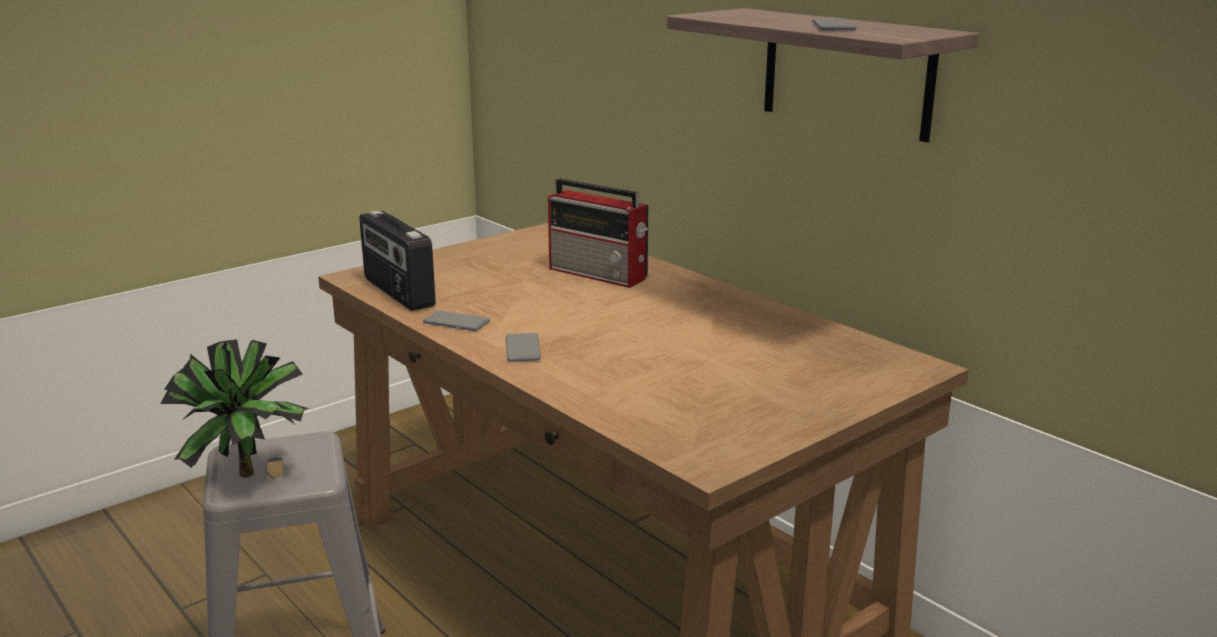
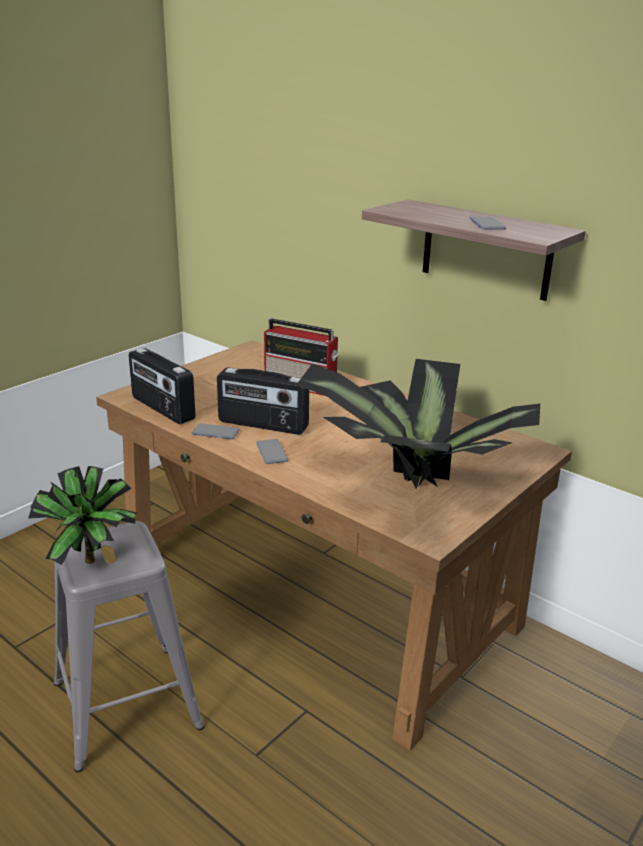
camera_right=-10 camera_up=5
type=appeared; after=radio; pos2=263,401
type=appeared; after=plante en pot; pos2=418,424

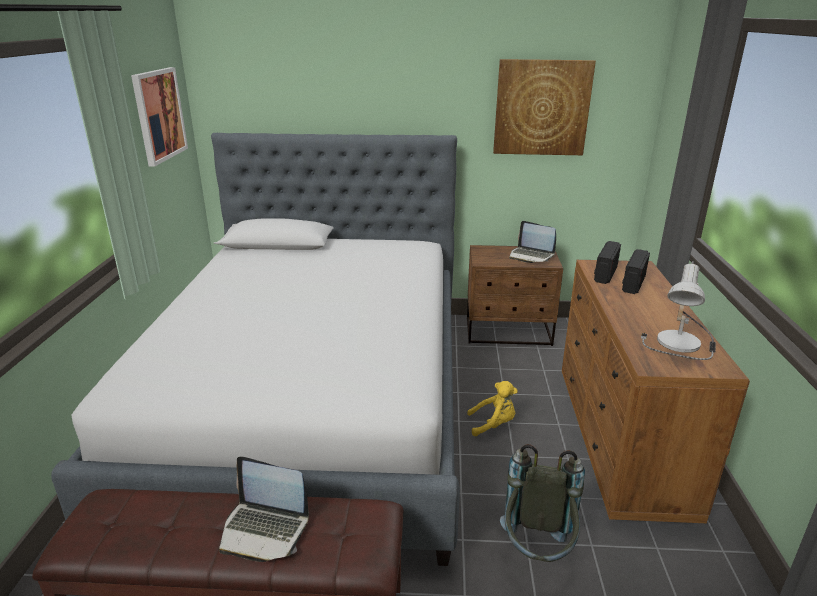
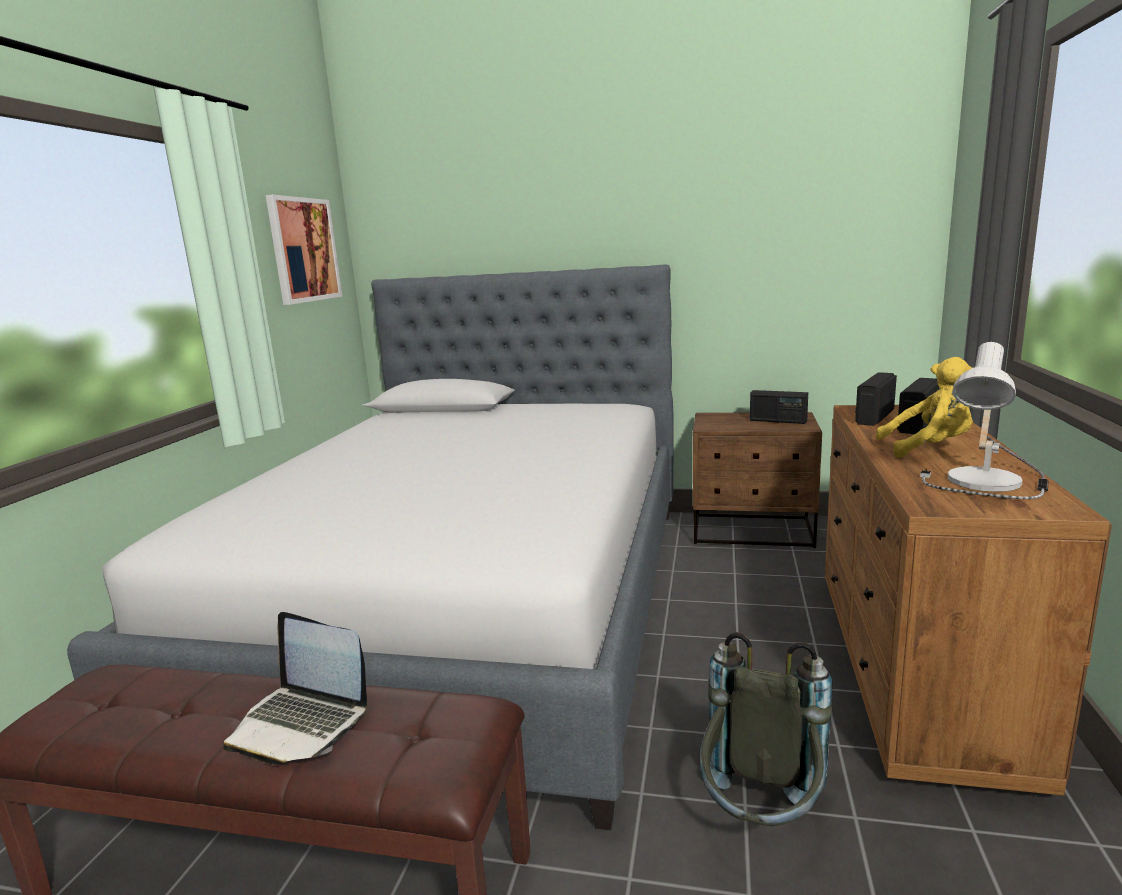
camera_right=10 camera_up=-10
type=exchanged; before=ordinateur portable; after=radio; pos1=532,242; pos2=779,407
type=relocated; before=peluche/jaune; pos1=492,409; pos2=924,407
type=missing; before=tableau; pos1=544,107

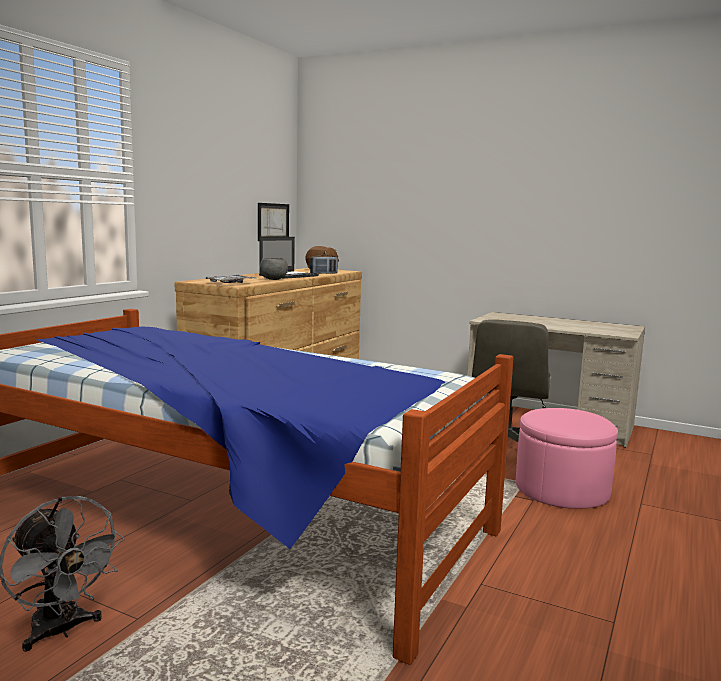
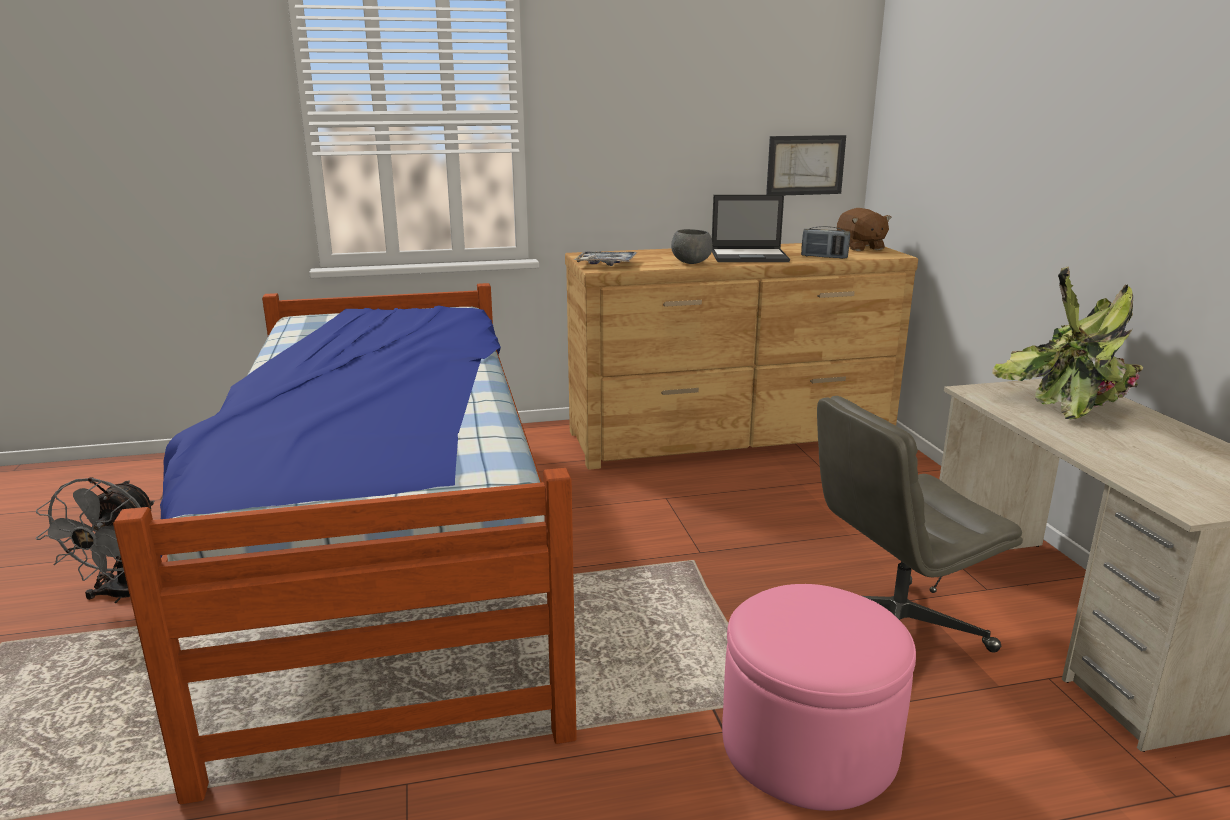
camera_right=50 camera_up=10
type=appeared; after=plante en pot; pos2=1067,343

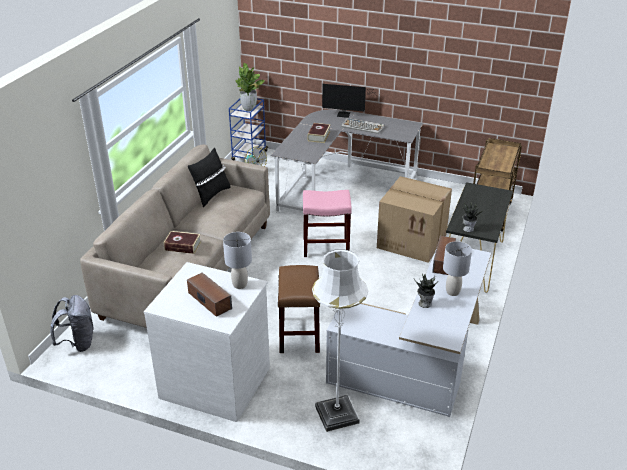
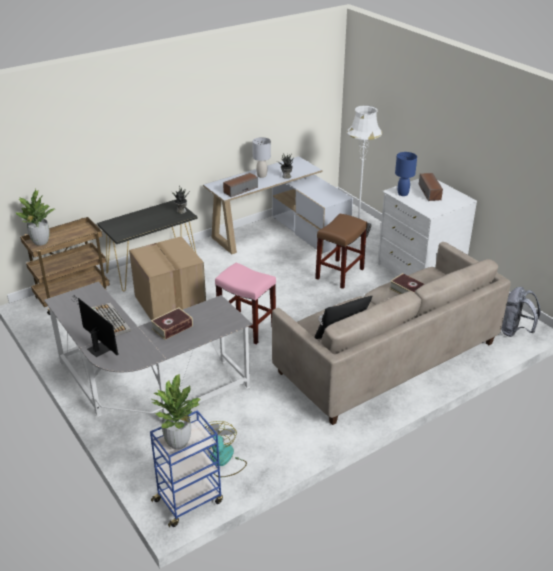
camera_right=-145 camera_up=0
type=appeared; after=plante en pot; pos2=35,217
type=colour; before=lampe de table/gris; after=lampe de table/bleu; pos1=237,260; pos2=406,174

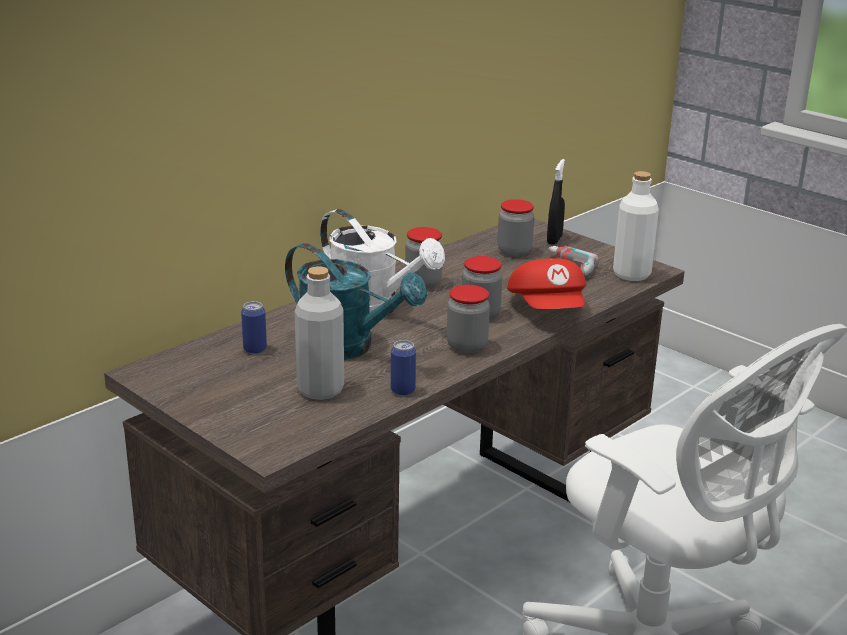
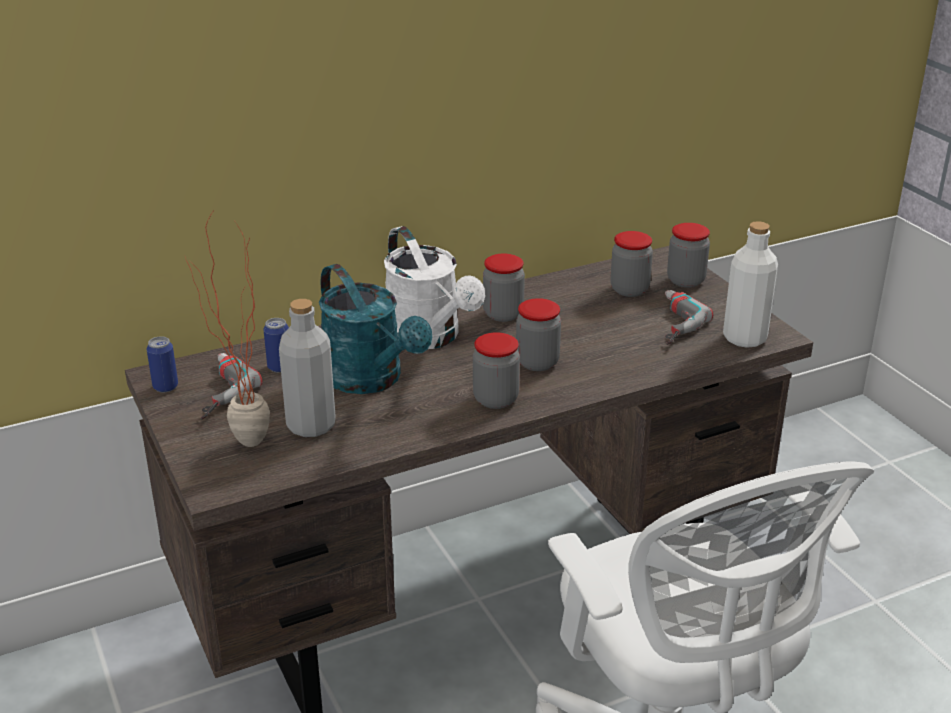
camera_right=20 camera_up=5
type=relocated; before=boîte métallique; pos1=403,368; pos2=162,364
type=appeared; after=plante en pot; pos2=227,329
type=appeared; after=perceuse; pos2=231,386
type=exchanged; before=vaporisateur/noir; after=bocal; pos1=556,202; pos2=688,255
type=missing; before=casquette/rouge; pos1=546,283

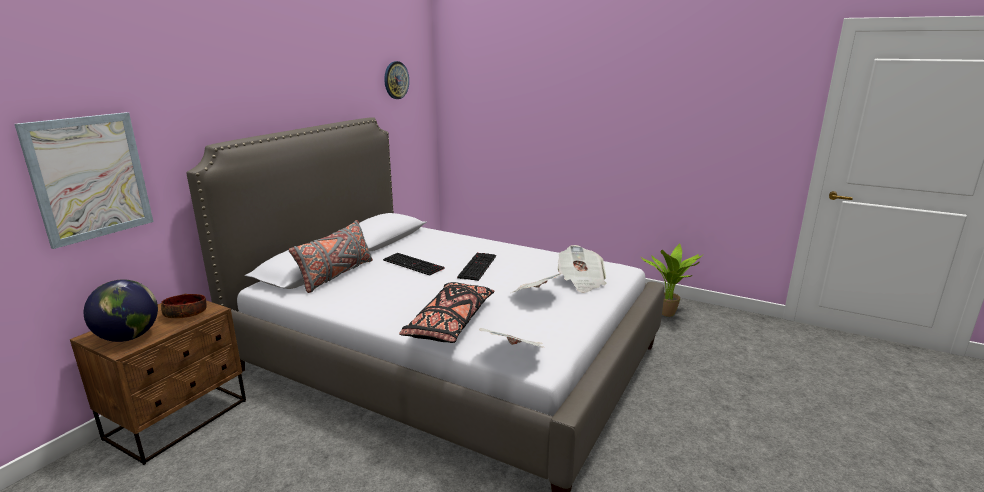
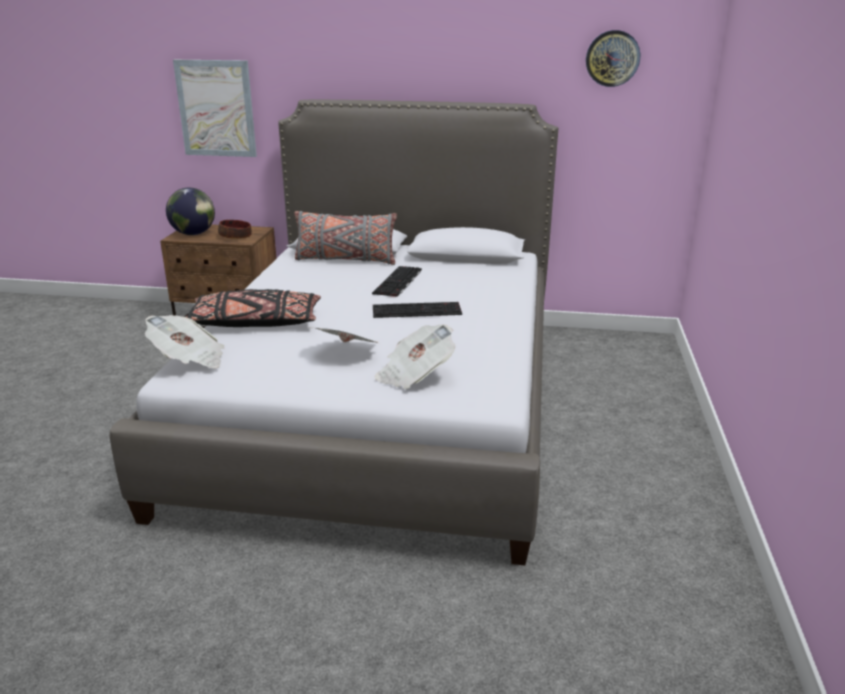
camera_right=70 camera_up=5
type=missing; before=plante en pot; pos1=672,280

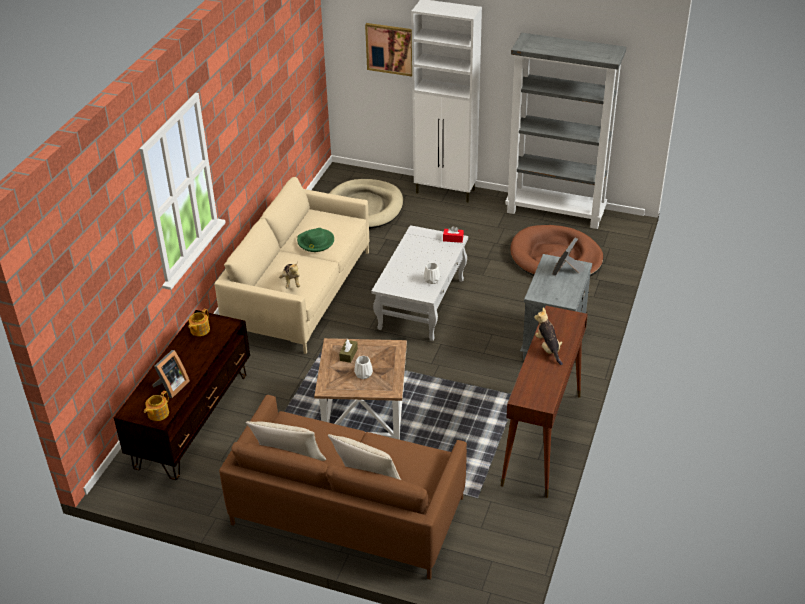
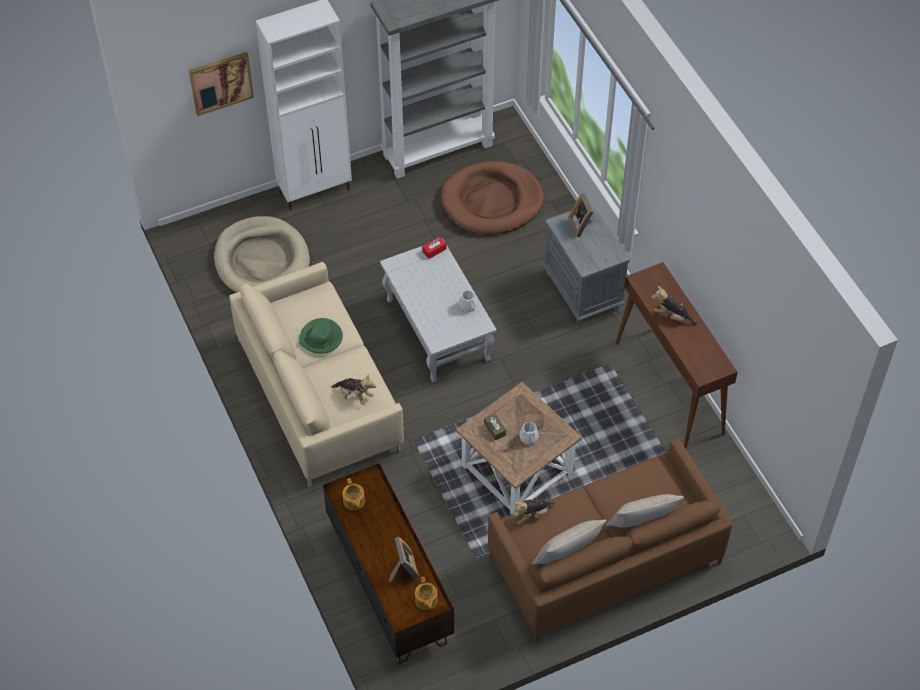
camera_right=-45 camera_up=15
type=appeared; after=peluche; pos2=534,512

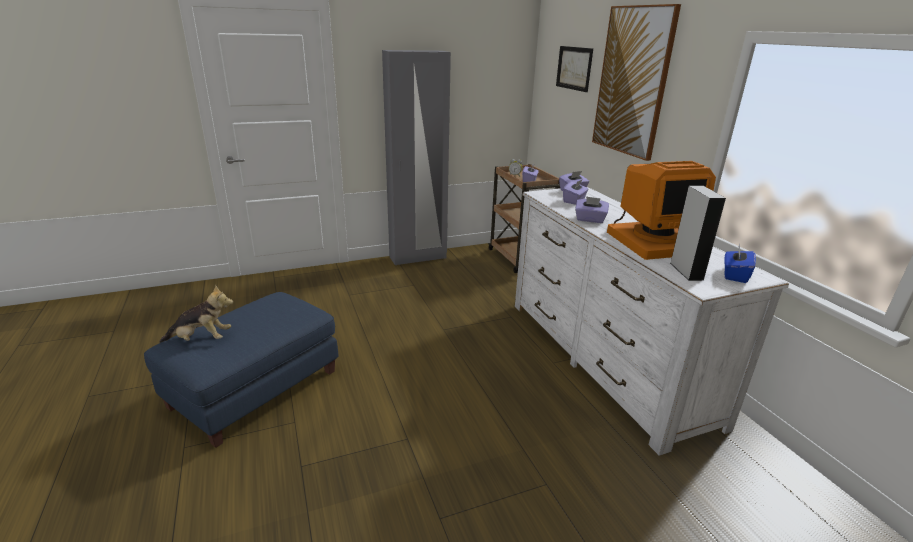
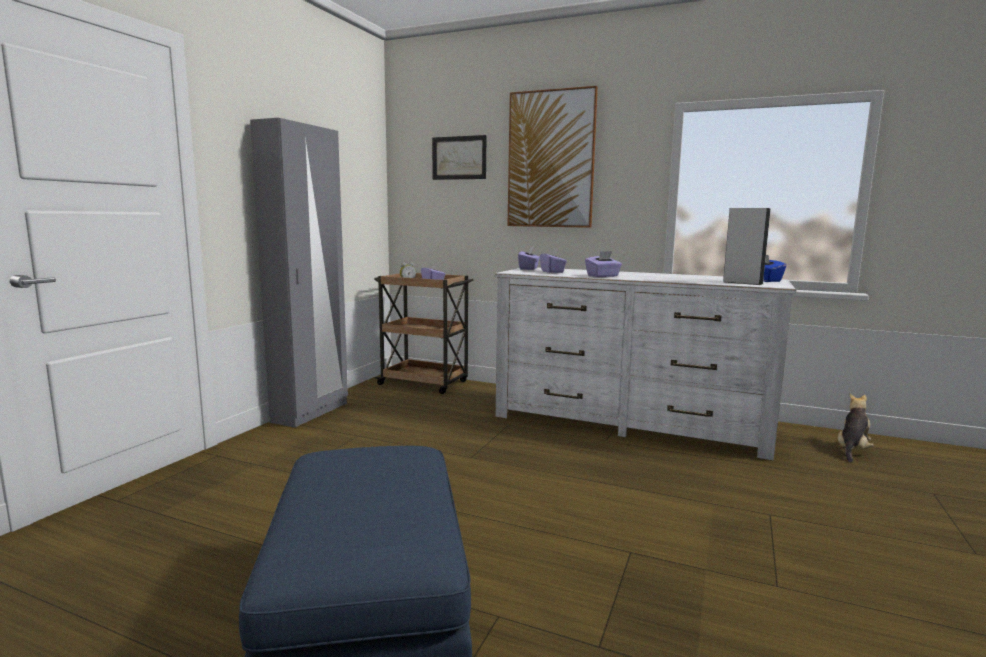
camera_right=-45 camera_up=-15
type=relocated; before=peluche; pos1=196,313; pos2=856,428
type=missing; before=écran d'ordinateur; pos1=661,210

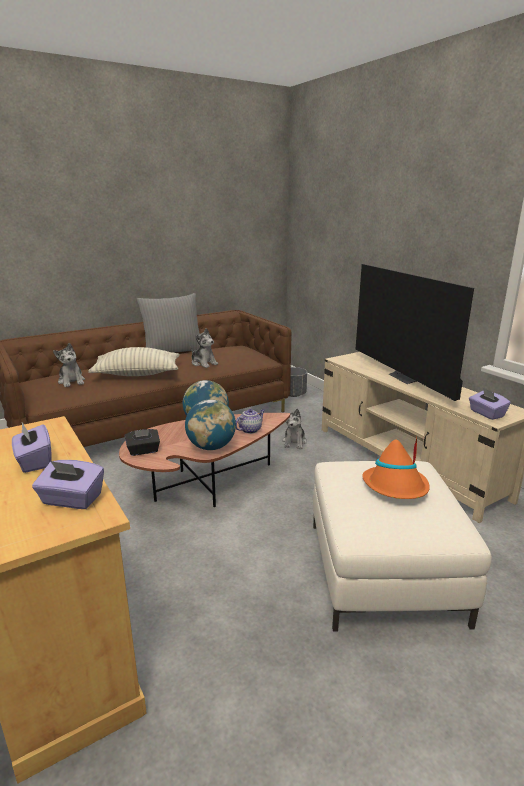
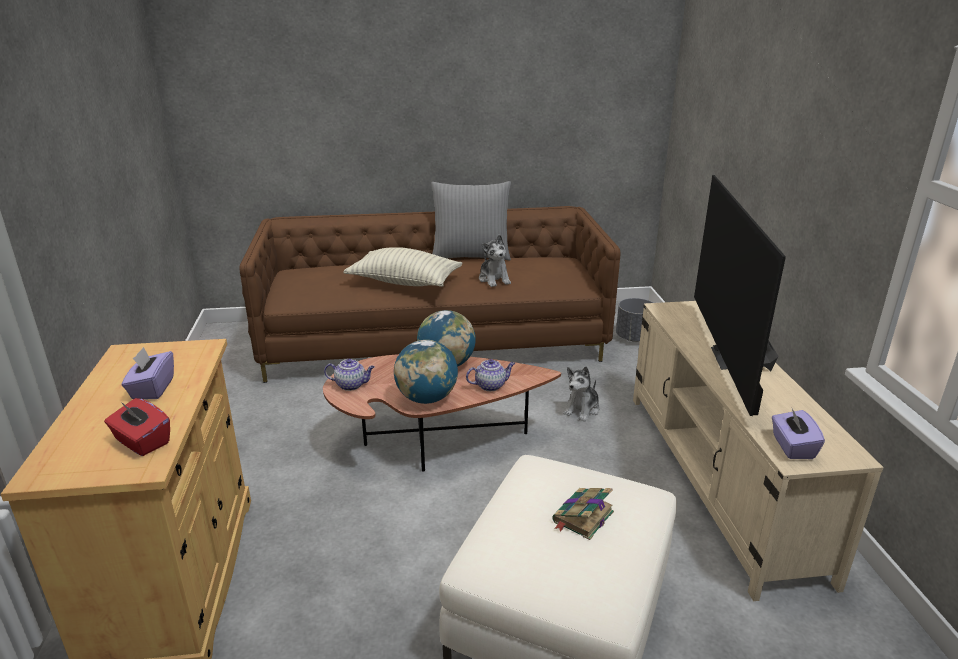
camera_right=25 camera_up=5
type=colour; before=boîte à mouchoirs/violet; after=boîte à mouchoirs/rouge; pos1=68,484; pos2=137,427
type=exchanged; before=boîte à mouchoirs/noir; after=théière; pos1=142,442; pos2=349,375
type=exchanged; before=chapeau/orange; after=livre; pos1=396,468; pos2=583,514
type=missing; before=peluche; pos1=69,365

